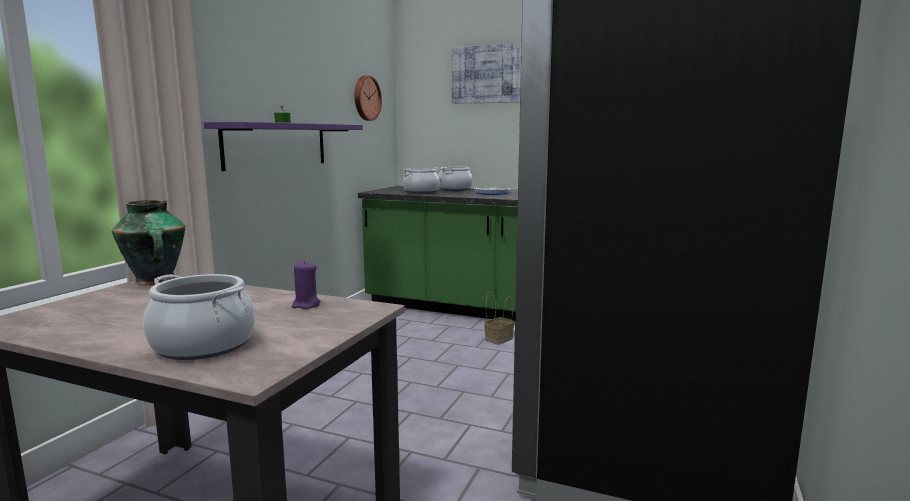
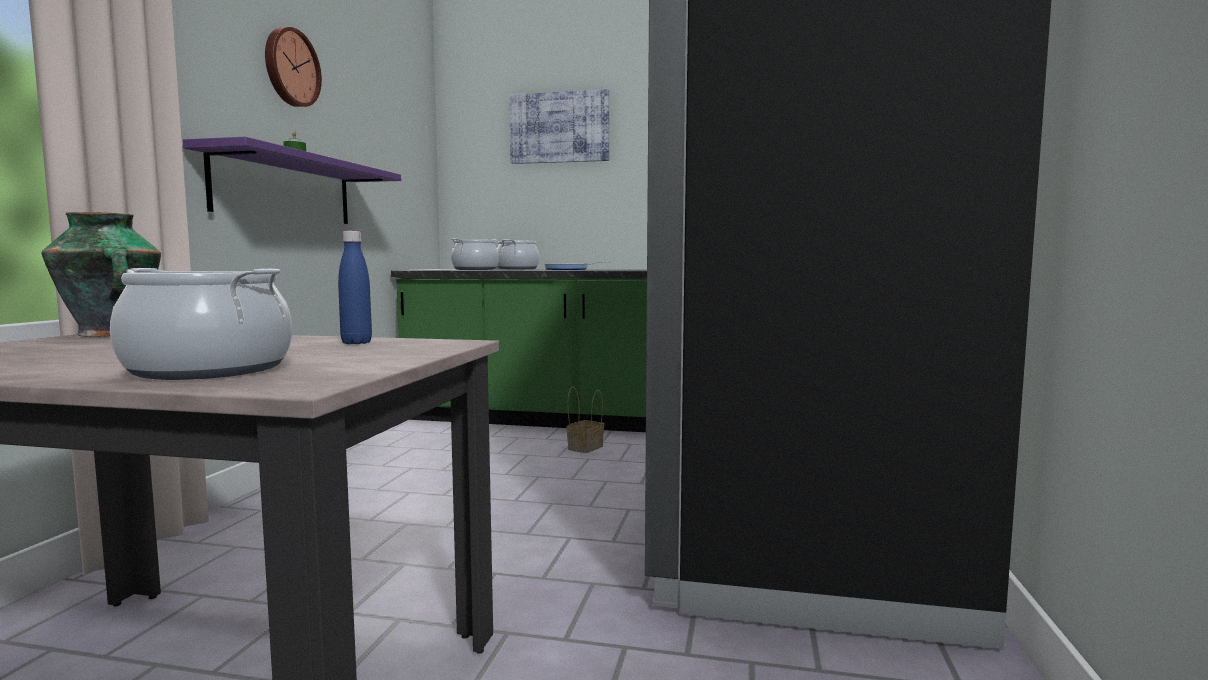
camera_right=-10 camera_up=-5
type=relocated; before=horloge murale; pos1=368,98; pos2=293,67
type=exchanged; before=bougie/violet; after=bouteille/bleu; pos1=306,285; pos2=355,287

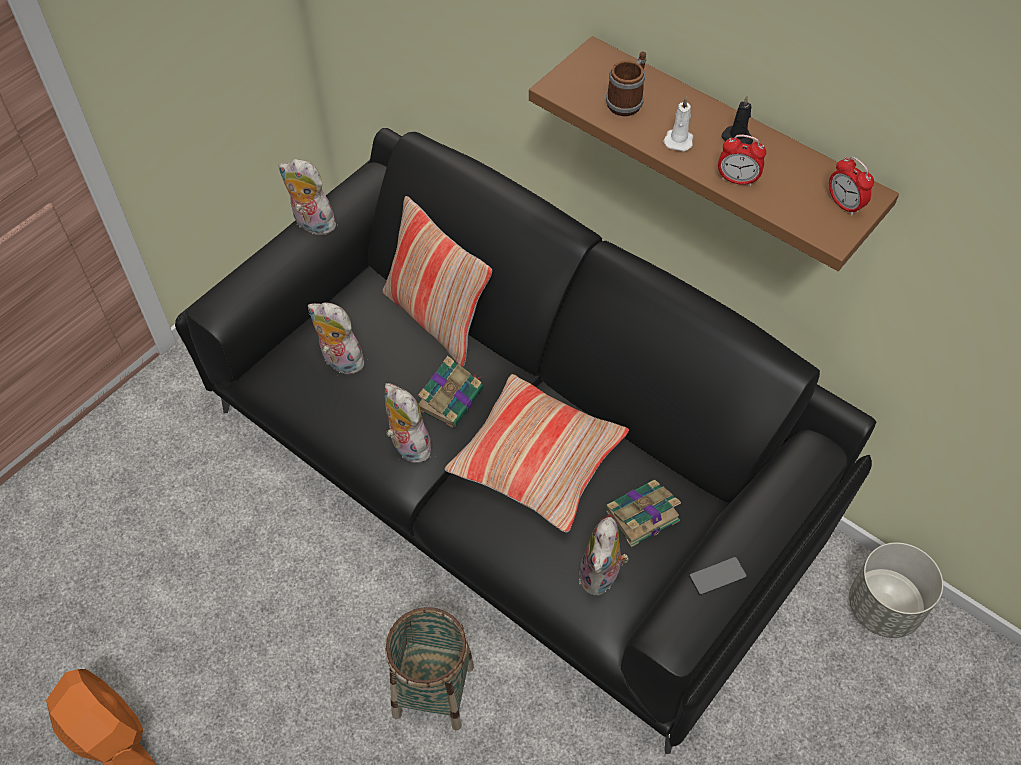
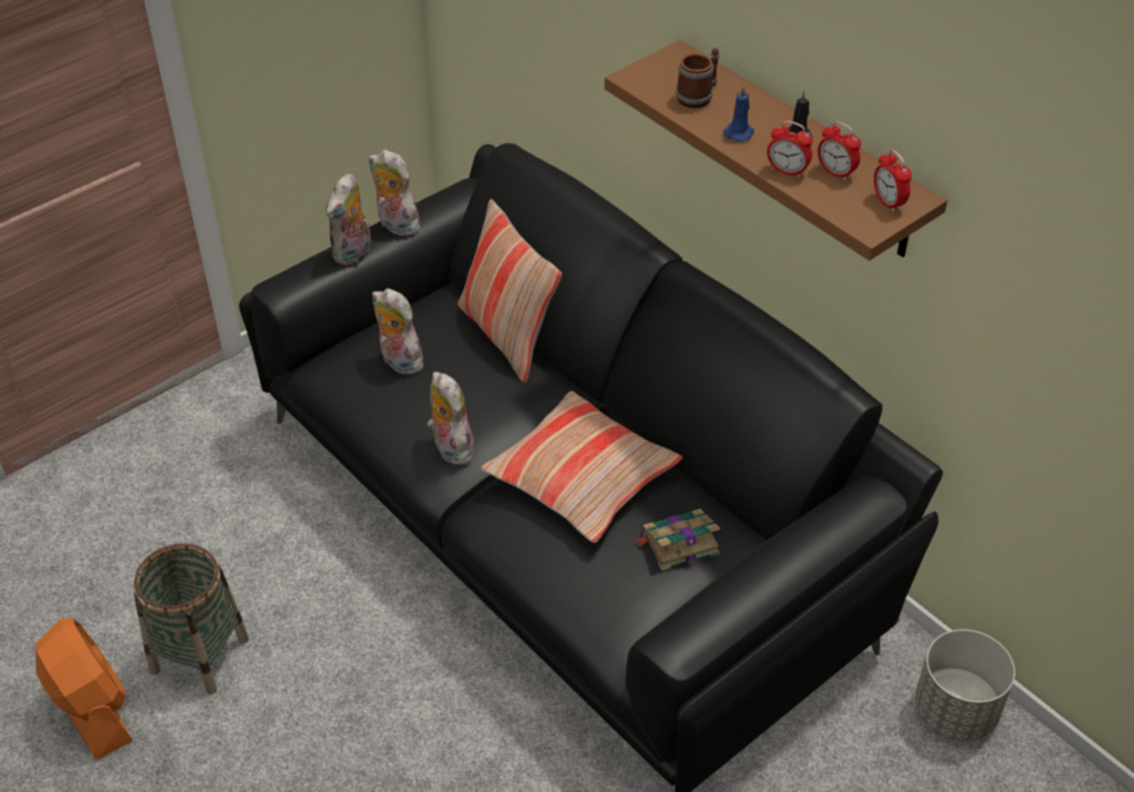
camera_right=10 camera_up=-10
type=relocated; before=panier; pos1=429,668; pos2=191,618
type=relocated; before=peluche; pos1=604,556; pos2=348,219
type=colour; before=bougie/blanc; after=bougie/bleu; pos1=678,124; pos2=738,113
type=appeared; after=réveil; pos2=839,151
type=missing; before=livre; pos1=450,392
type=missing; before=téléphone; pos1=718,576

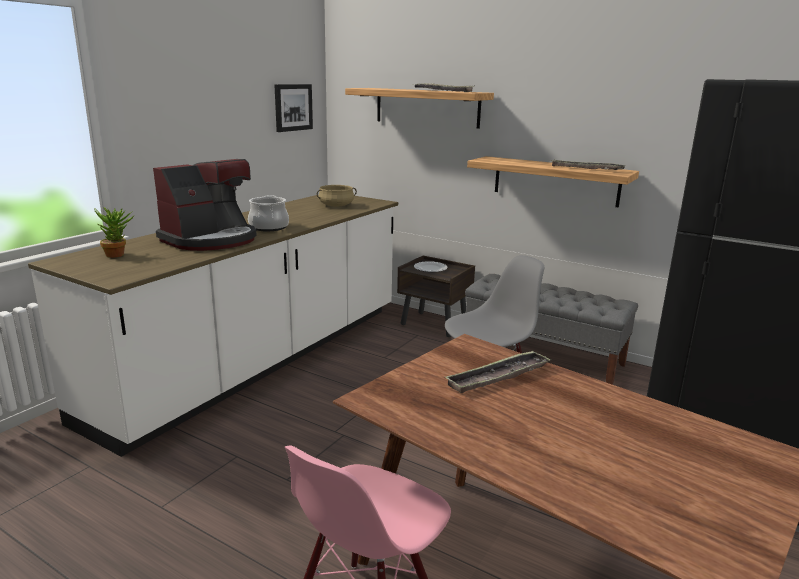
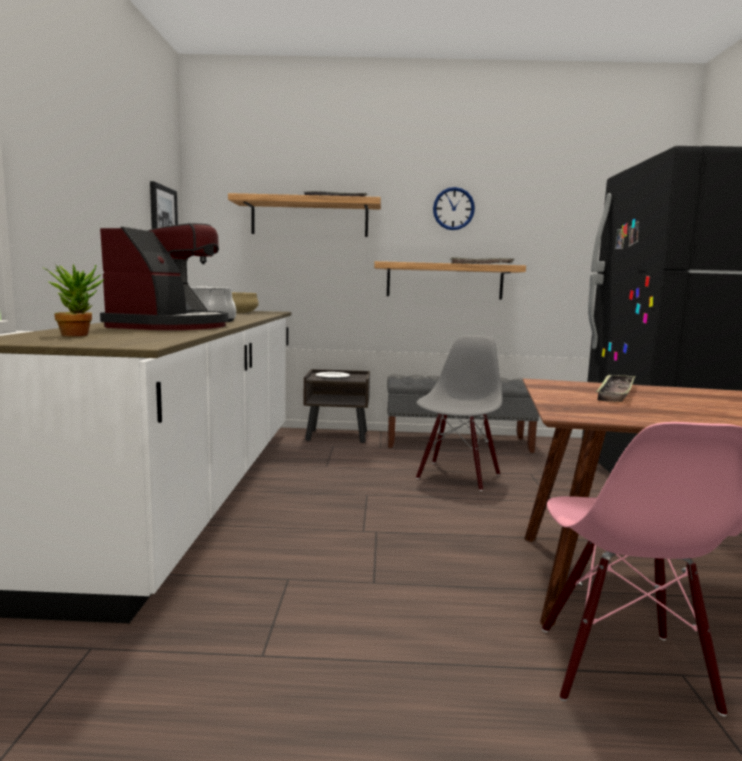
camera_right=-30 camera_up=-10
type=appeared; after=horloge murale; pos2=454,208

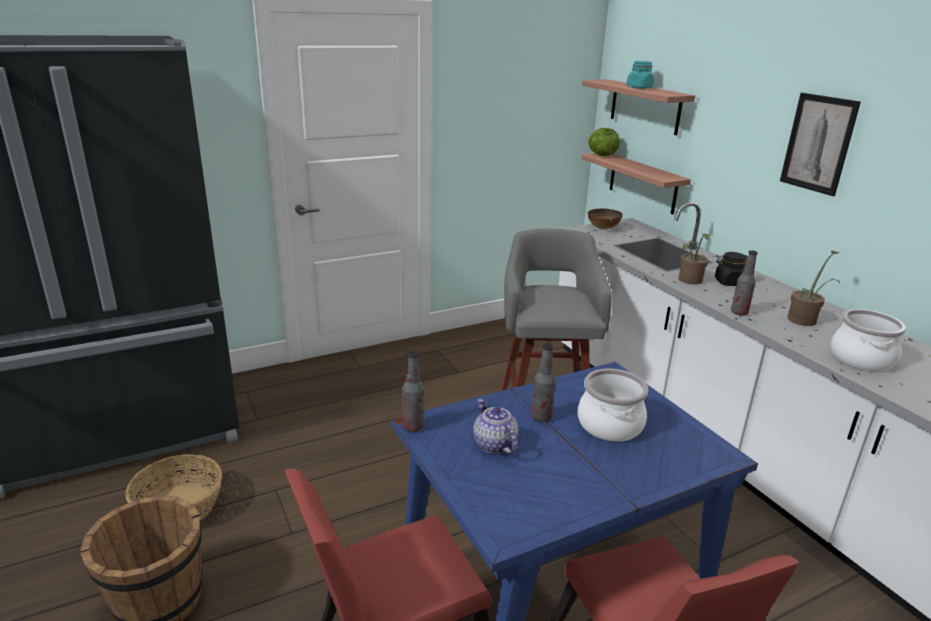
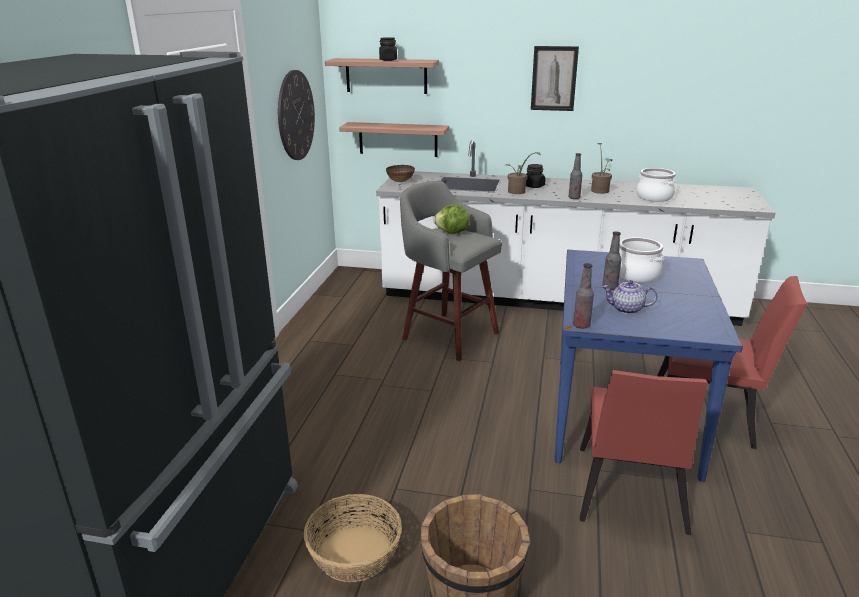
camera_right=-50 camera_up=0
type=appeared; after=horloge murale; pos2=296,115
type=colour; before=bocal/turquoise; after=bocal/noir; pos1=640,75; pos2=388,49
type=relocated; before=laitue; pos1=604,142; pos2=451,219

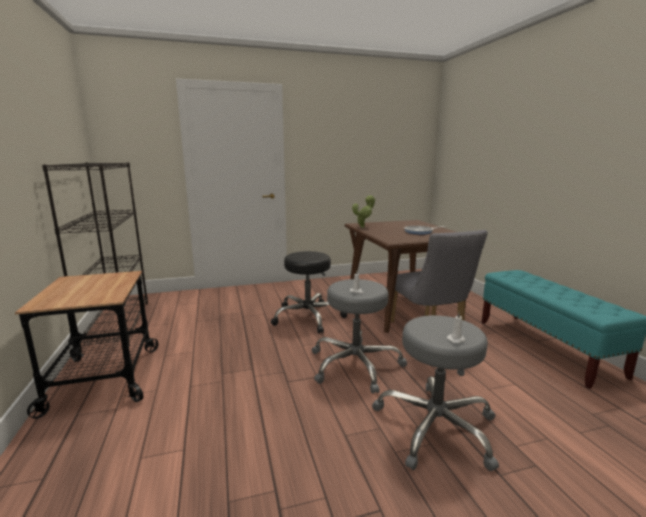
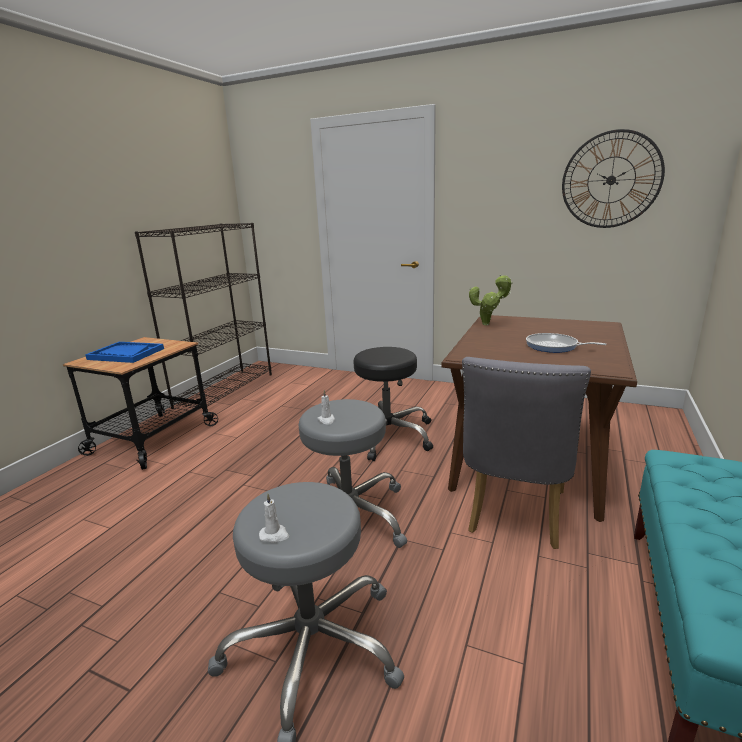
camera_right=40 camera_up=5
type=appeared; after=plateau/bleu; pos2=124,352
type=appeared; after=horloge murale; pos2=613,178

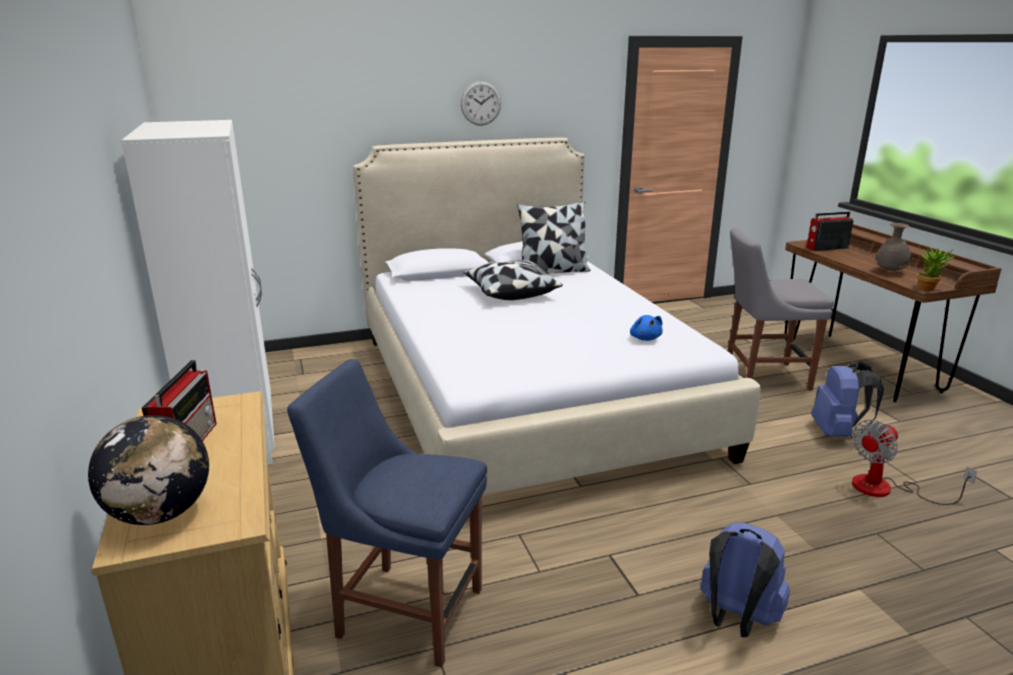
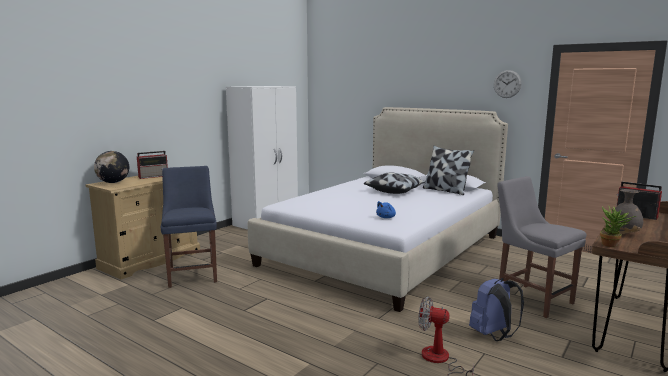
camera_right=55 camera_up=-10
type=relocated; before=horloge murale; pos1=481,103; pos2=508,84
type=missing; before=sac à dos/bleu; pos1=745,580

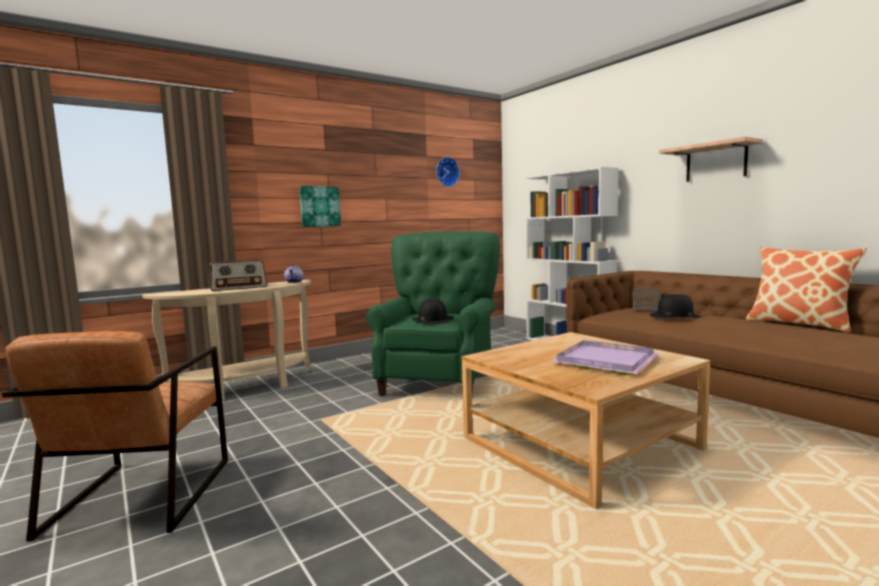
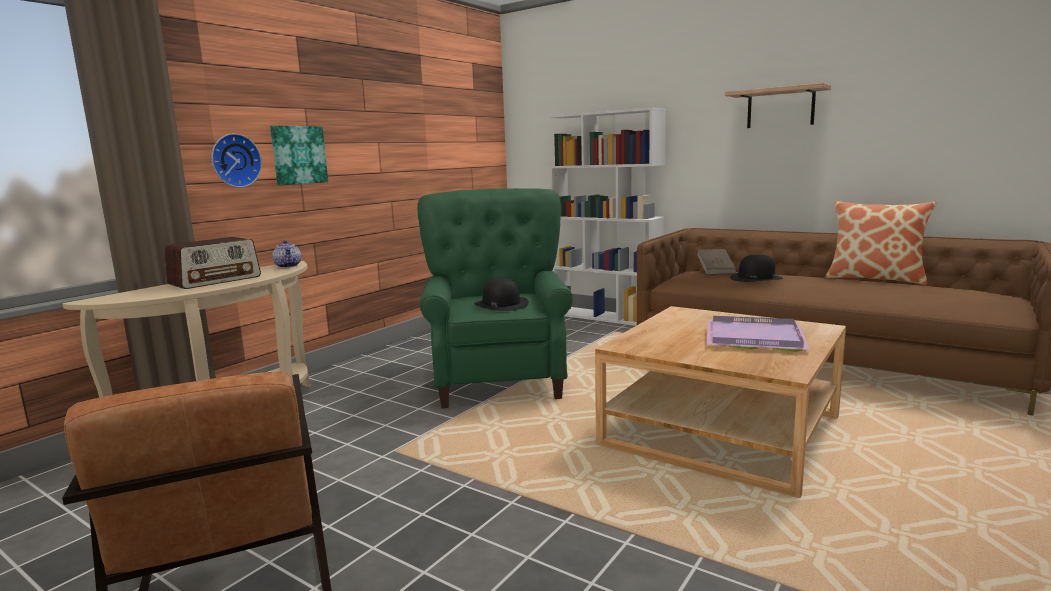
camera_right=-20 camera_up=5
type=relocated; before=horloge murale; pos1=448,172; pos2=236,160

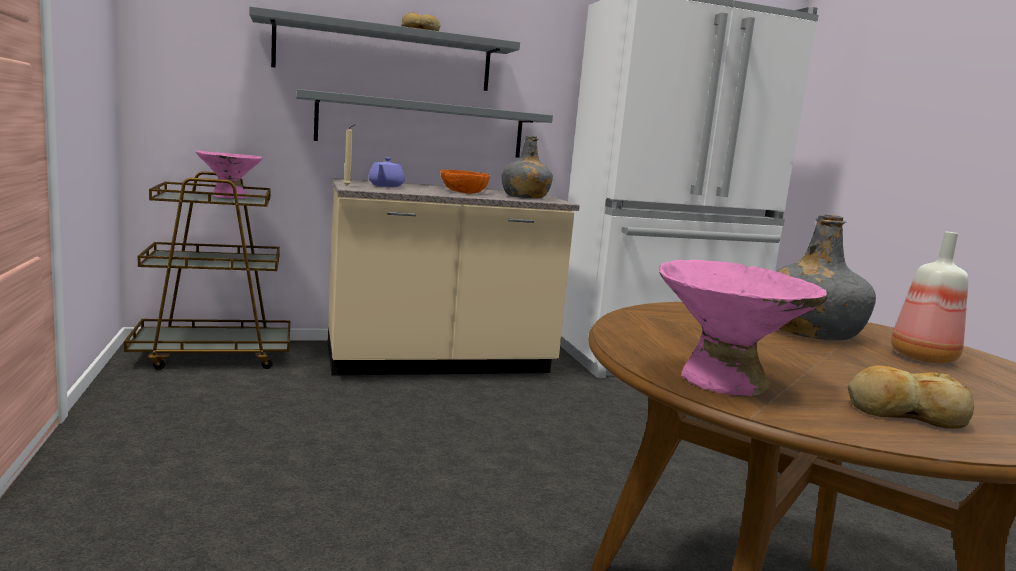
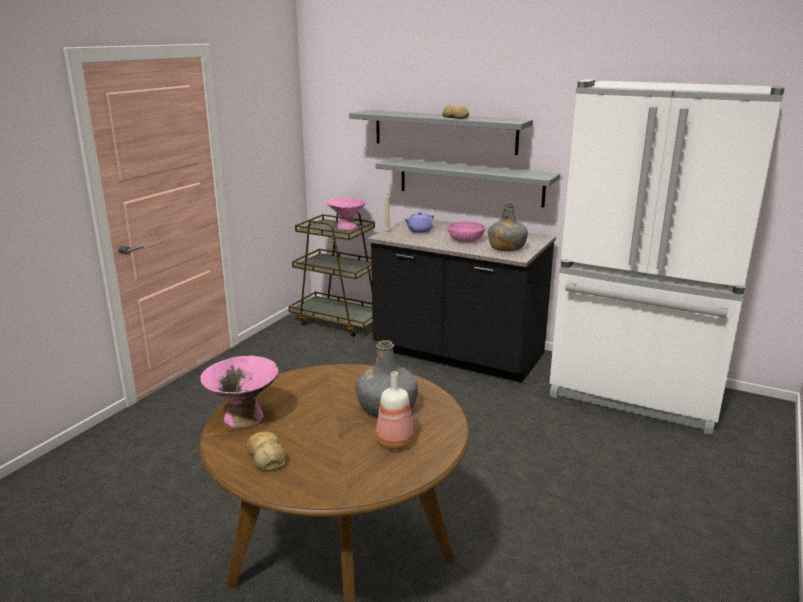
camera_right=45 camera_up=10
type=colour; before=comptoir de cuisine/beige; after=comptoir de cuisine/noir; pos1=454,276; pos2=461,300
type=colour; before=bol/orange; after=bol/rose; pos1=465,182; pos2=466,232

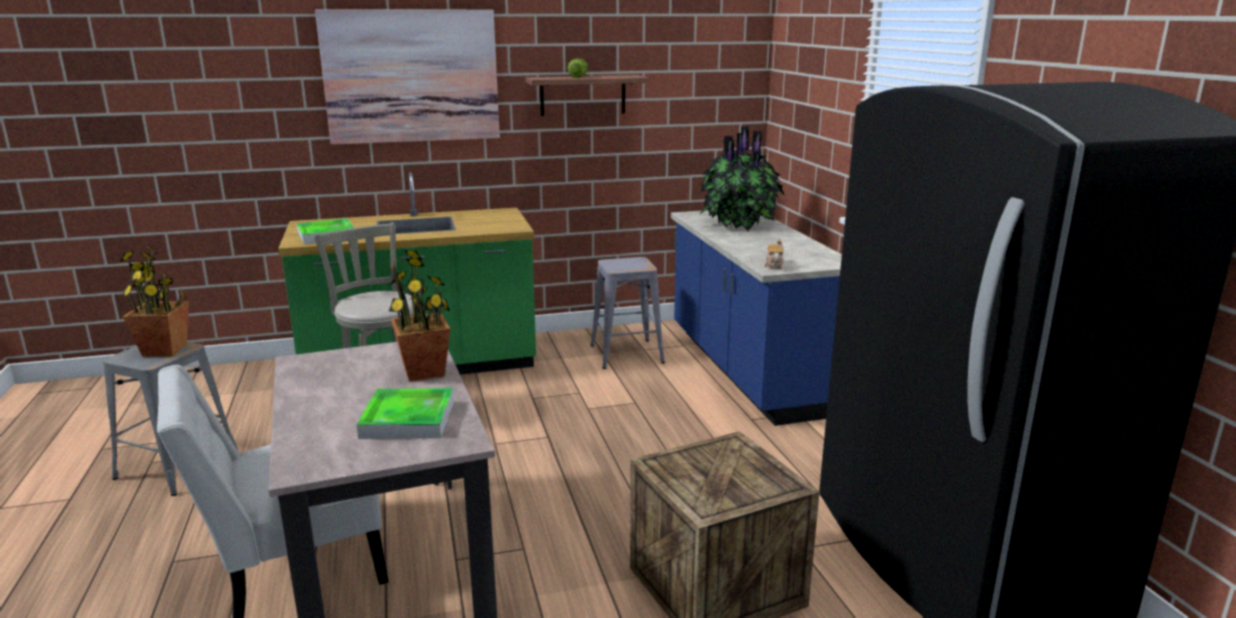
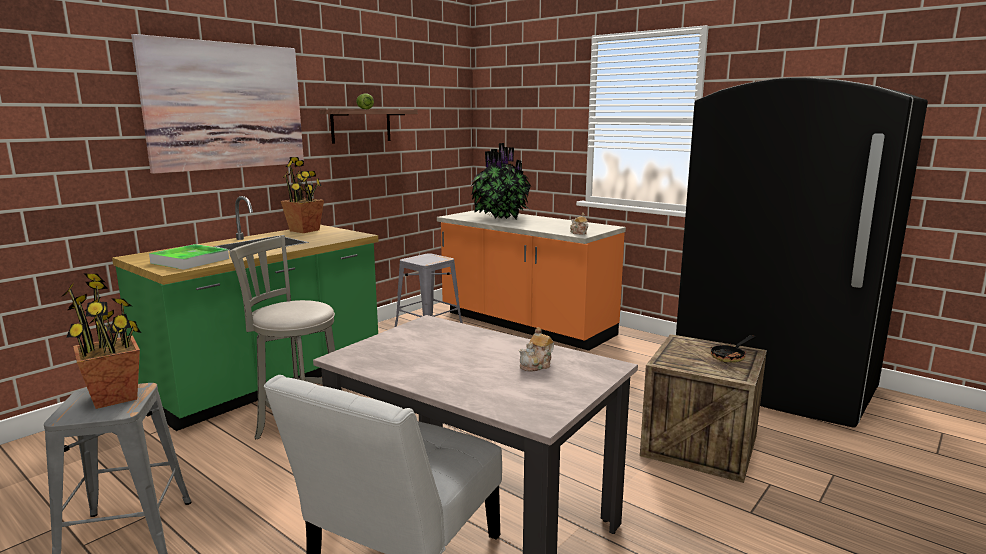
camera_right=-35 camera_up=-5
type=relocated; before=plante en pot; pos1=418,316; pos2=302,195
type=colour; before=comptoir de cuisine/bleu; after=comptoir de cuisine/orange; pos1=756,318; pos2=531,280
type=exchanged; before=plateau; after=théière; pos1=405,413; pos2=536,349
type=appeared; after=poêle; pos2=733,348

